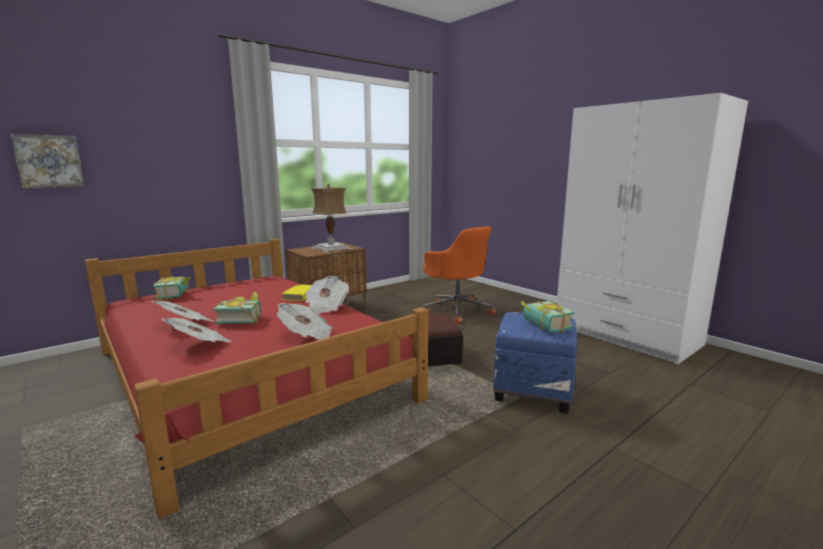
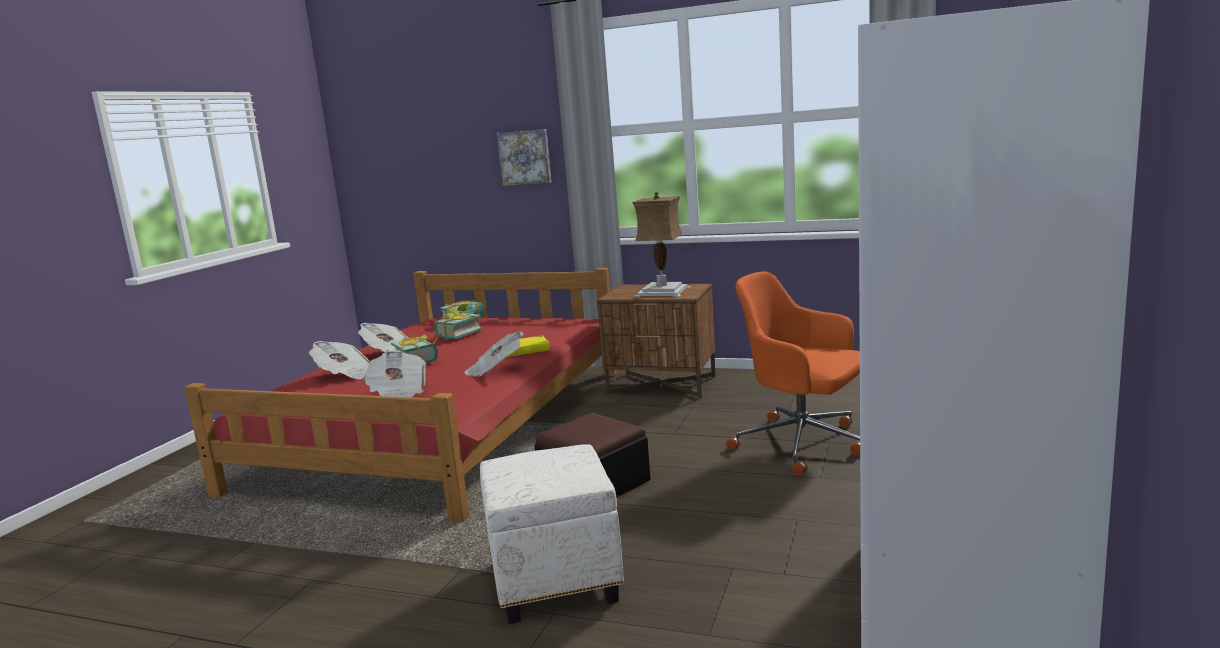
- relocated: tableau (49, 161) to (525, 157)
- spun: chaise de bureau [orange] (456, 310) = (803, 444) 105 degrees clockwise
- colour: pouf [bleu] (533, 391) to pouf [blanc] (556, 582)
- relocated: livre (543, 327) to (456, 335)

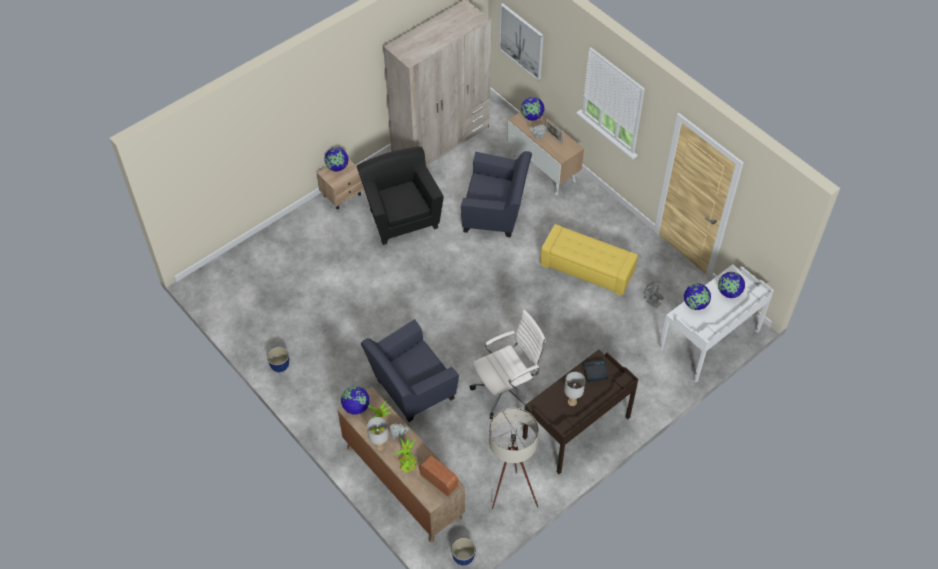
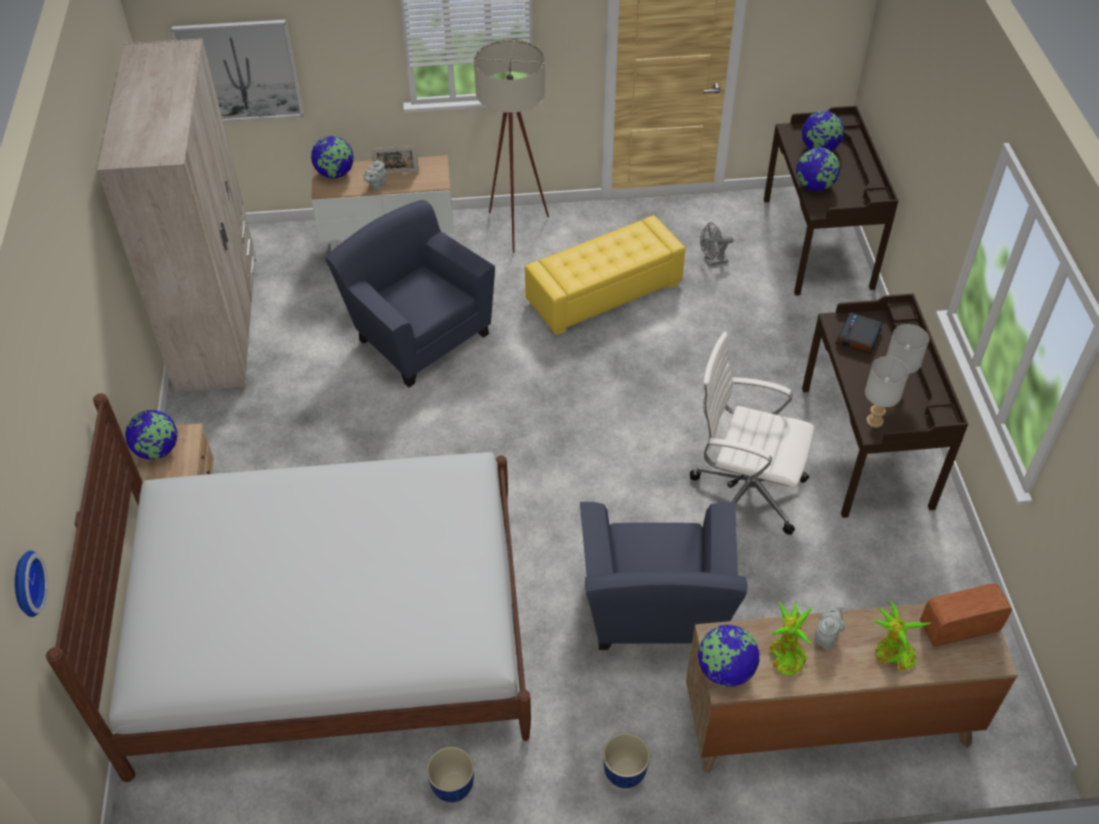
- missing: fauteuil [noir] (401, 216)
- relocated: lampe de table [gris] (380, 447) to (875, 421)
- relocated: cache-pot (463, 557) to (624, 772)
- spun: fauteuil [bleu] (496, 214) = (417, 334) 90 degrees counterclockwise
- spun: chaise de bureau [blanc] (507, 390) = (744, 491) 75 degrees counterclockwise
- relocated: lampadaire [beige] (510, 498) to (515, 232)
- colour: bureau [blanc] (709, 340) to bureau [marron] (818, 242)
- appeared: horloge murale (24, 584)
- appeared: lit [blanc] (331, 631)

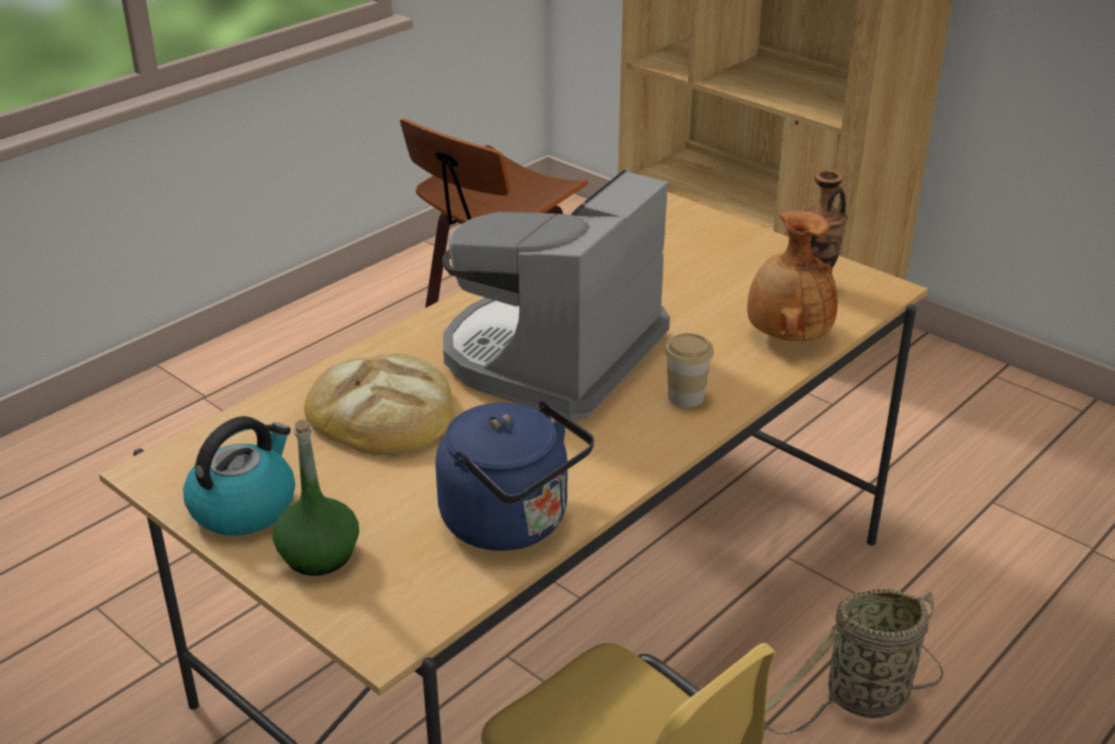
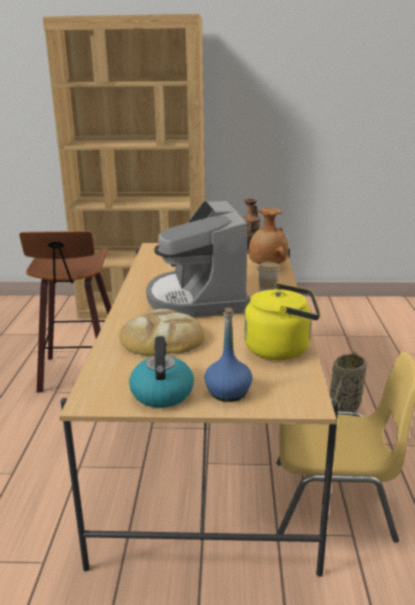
- colour: bouteille [vert] (319, 555) to bouteille [bleu] (228, 392)
- colour: bouilloire [bleu] (512, 523) to bouilloire [jaune] (281, 349)

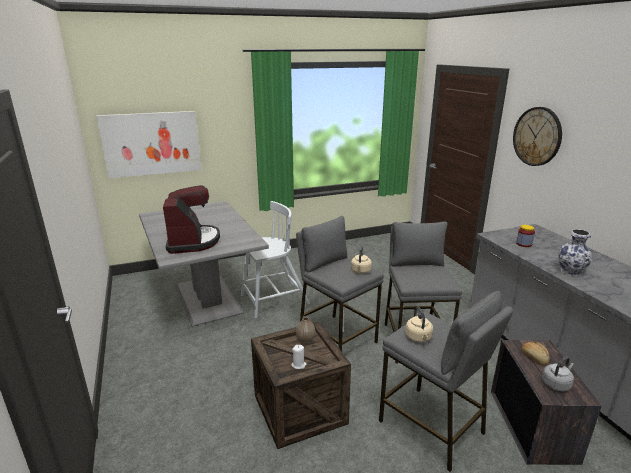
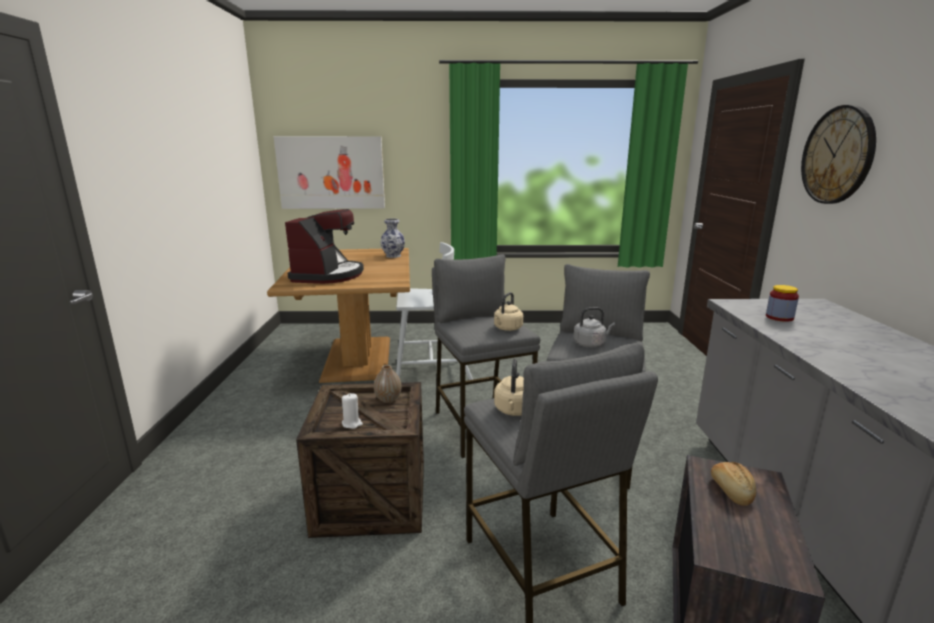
- colour: table à manger [gris] (206, 299) to table à manger [marron] (356, 358)
- relocated: bouilloire [gris] (556, 384) to (591, 344)
- relocated: vase (571, 272) to (393, 256)

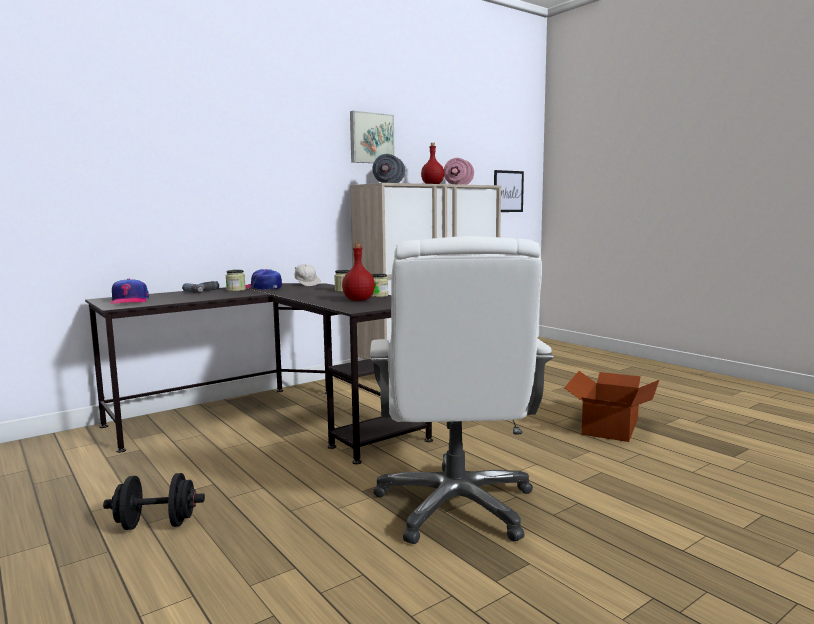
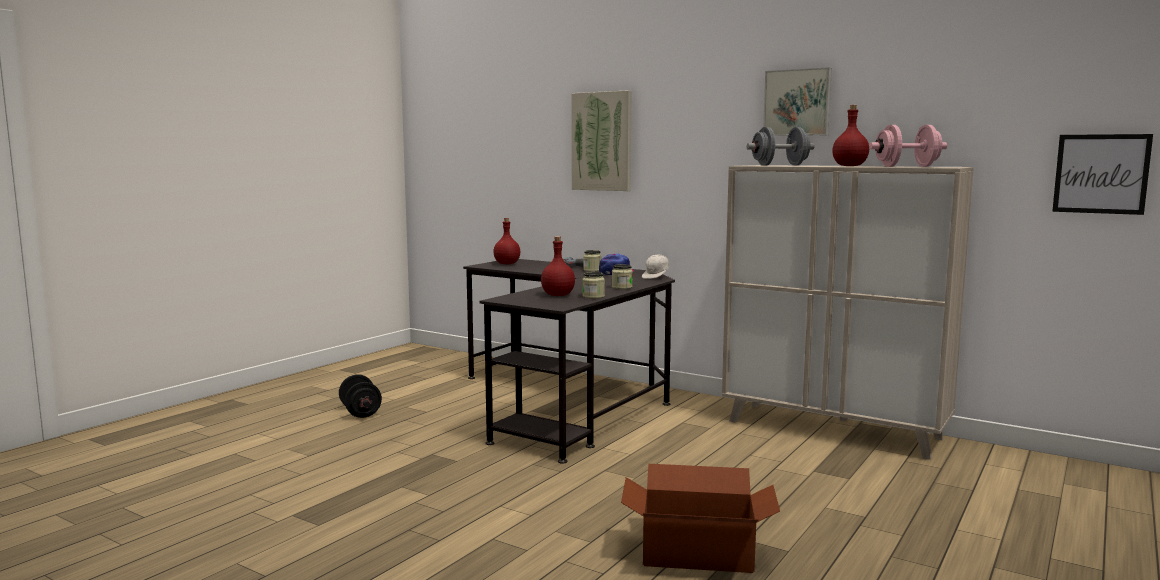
- exchanged: casquette (129, 301) to bouteille [rouge] (507, 264)
- missing: chaise de bureau [blanc] (456, 506)
- appeared: tableau (602, 141)

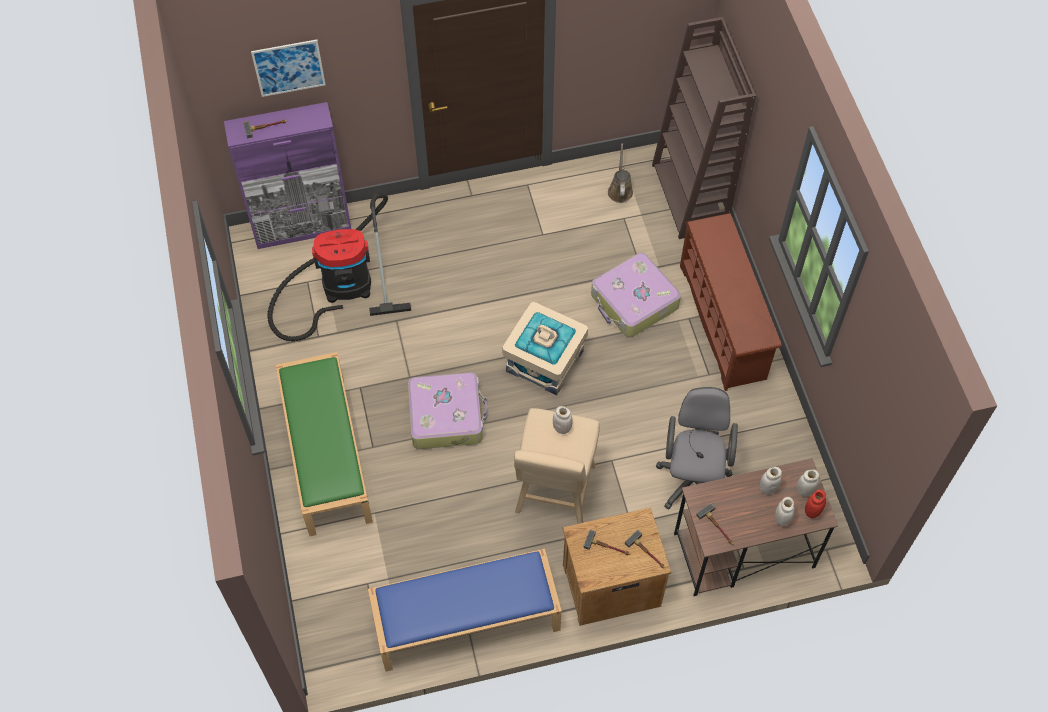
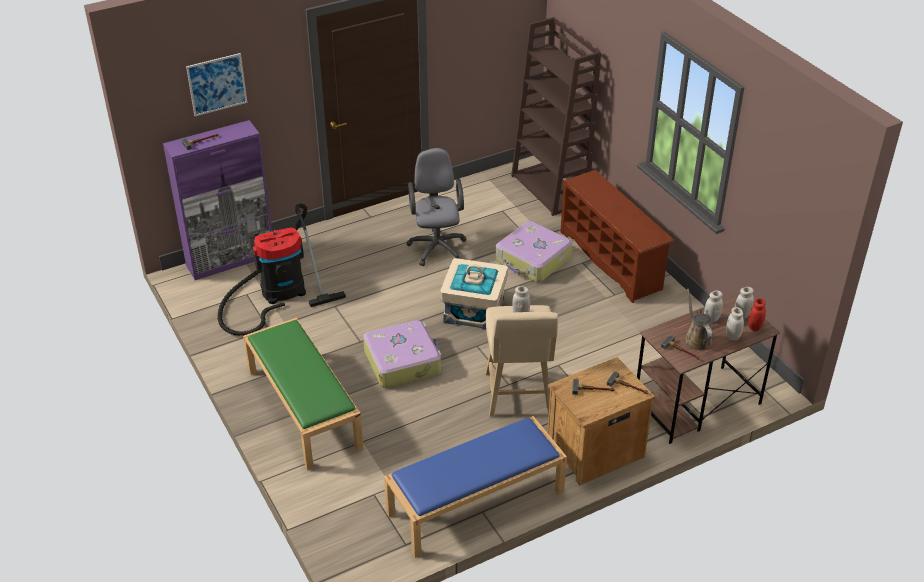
- relocated: arrosoir [marron] (620, 190) to (696, 339)
- relocated: chaise de bureau [gris] (693, 477) to (437, 246)

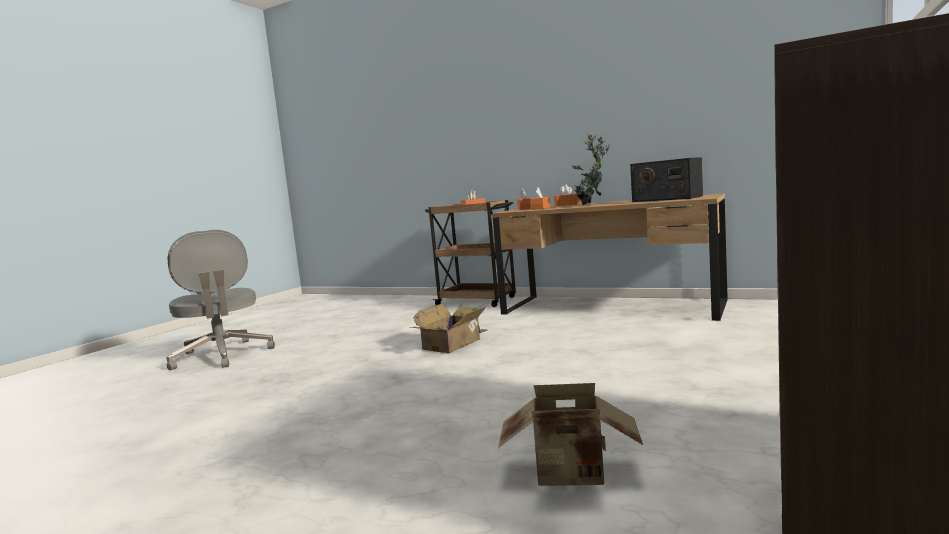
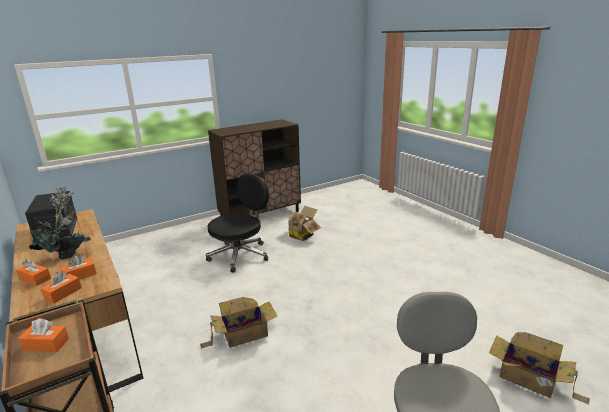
- appeared: chaise de bureau [noir] (240, 255)
- appeared: carton (530, 378)

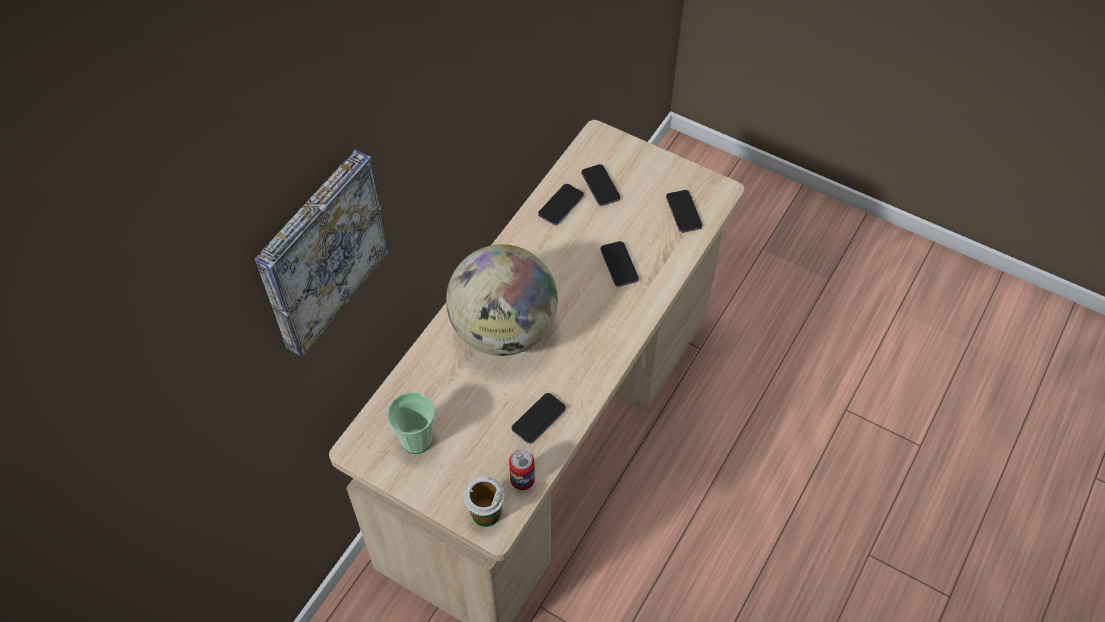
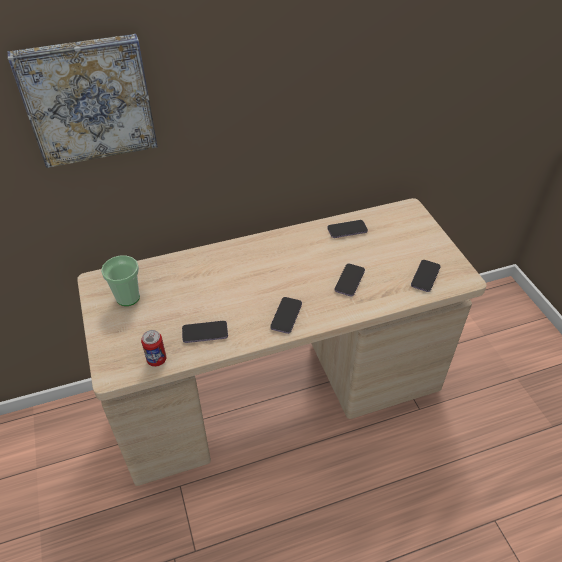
- missing: globe (504, 330)
- missing: tasse (486, 513)
- relocated: téléphone (600, 186) to (286, 316)

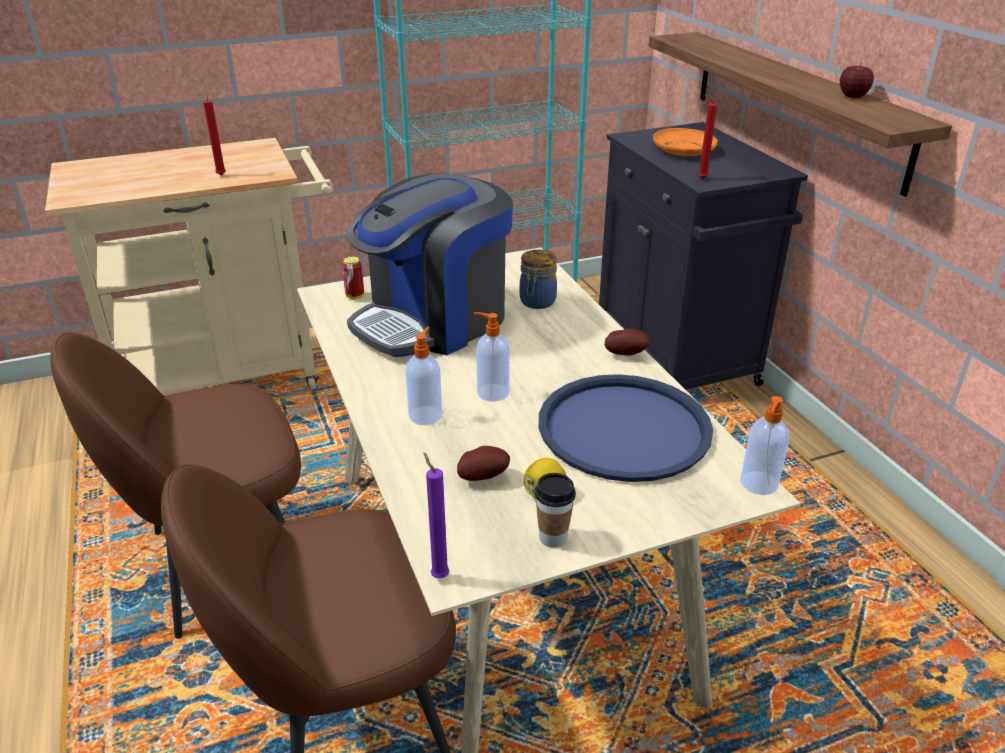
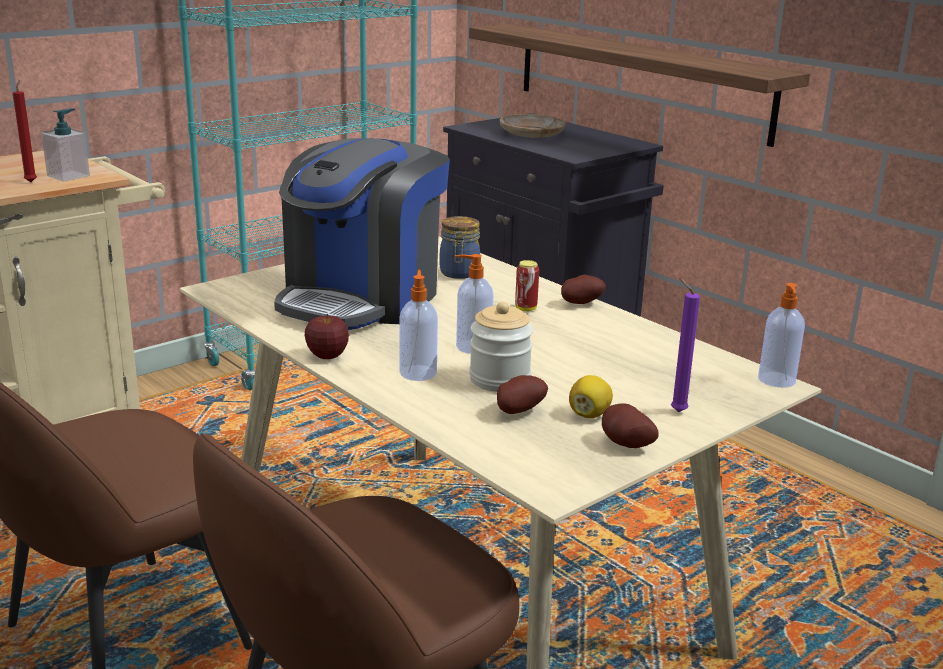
- relocated: boîte métallique (355, 296) to (526, 308)
- relocated: bougie [violet] (438, 575) to (676, 411)
- exchanged: tasse (553, 537) to pomme de terre (624, 445)
- missing: plateau [bleu] (623, 428)
- colour: assiette [orange] (683, 150) to assiette [beige] (532, 134)
- missing: bougie [rouge] (700, 178)
- relocated: pomme (852, 96) to (327, 356)
- appeared: distributeur de savon (68, 176)
- appeared: bocal (499, 379)

